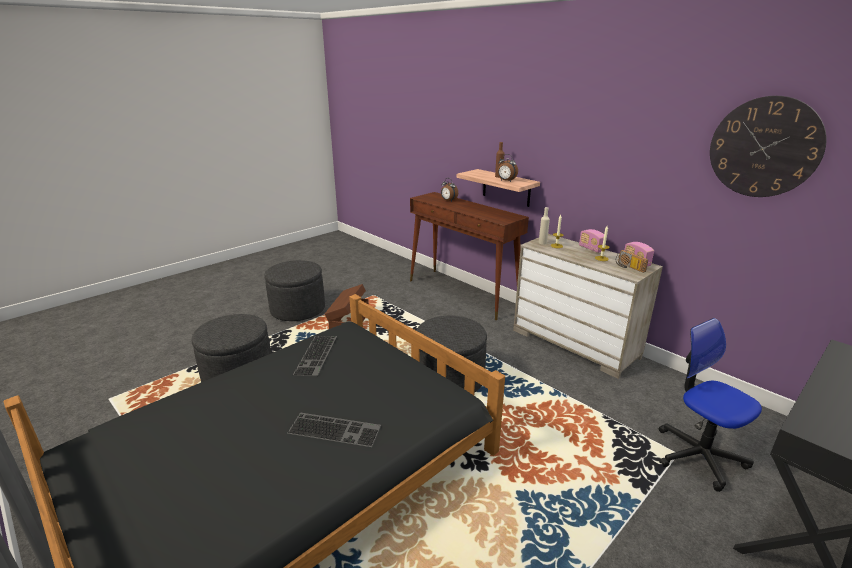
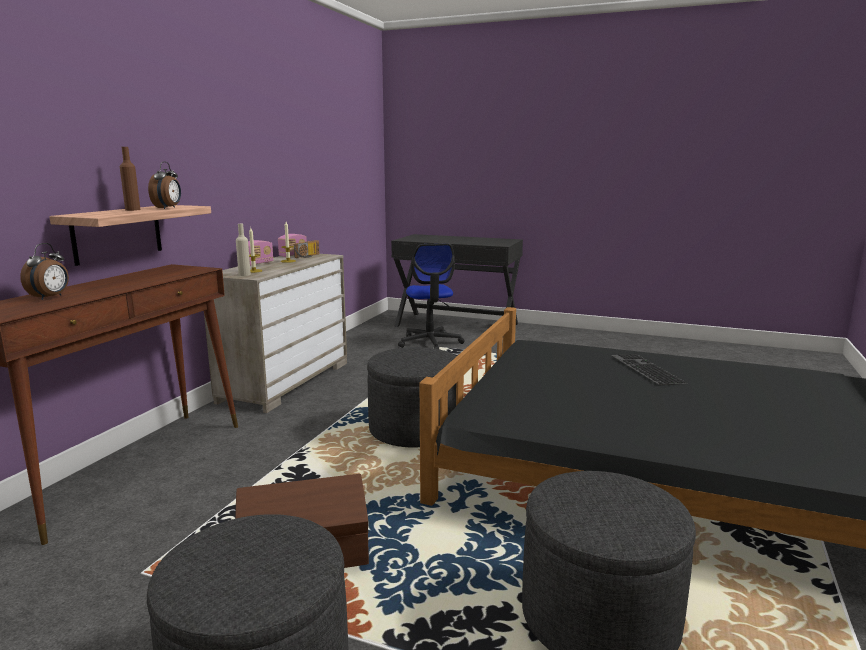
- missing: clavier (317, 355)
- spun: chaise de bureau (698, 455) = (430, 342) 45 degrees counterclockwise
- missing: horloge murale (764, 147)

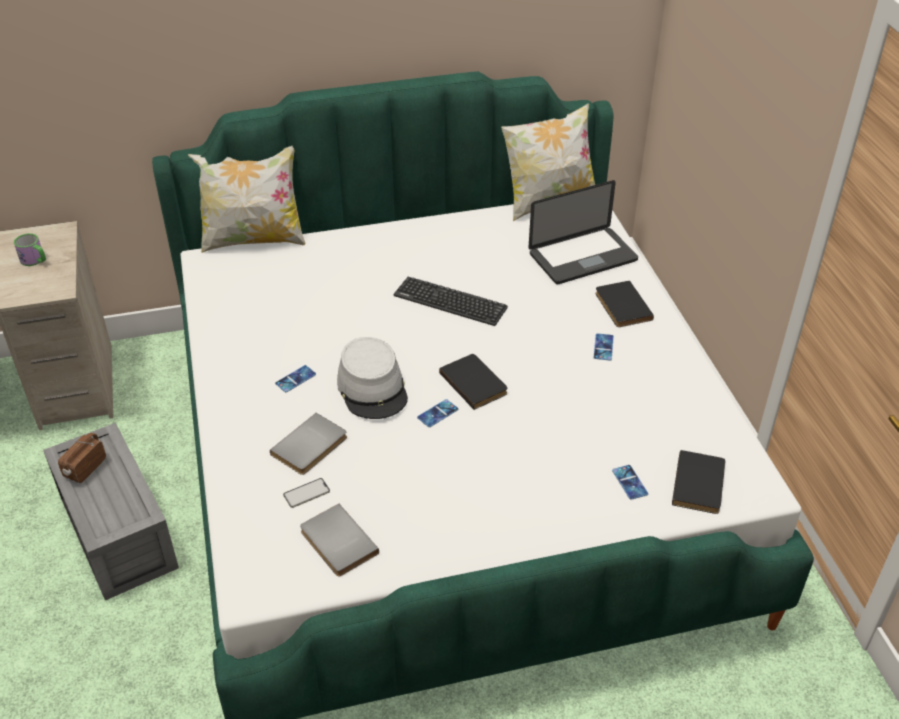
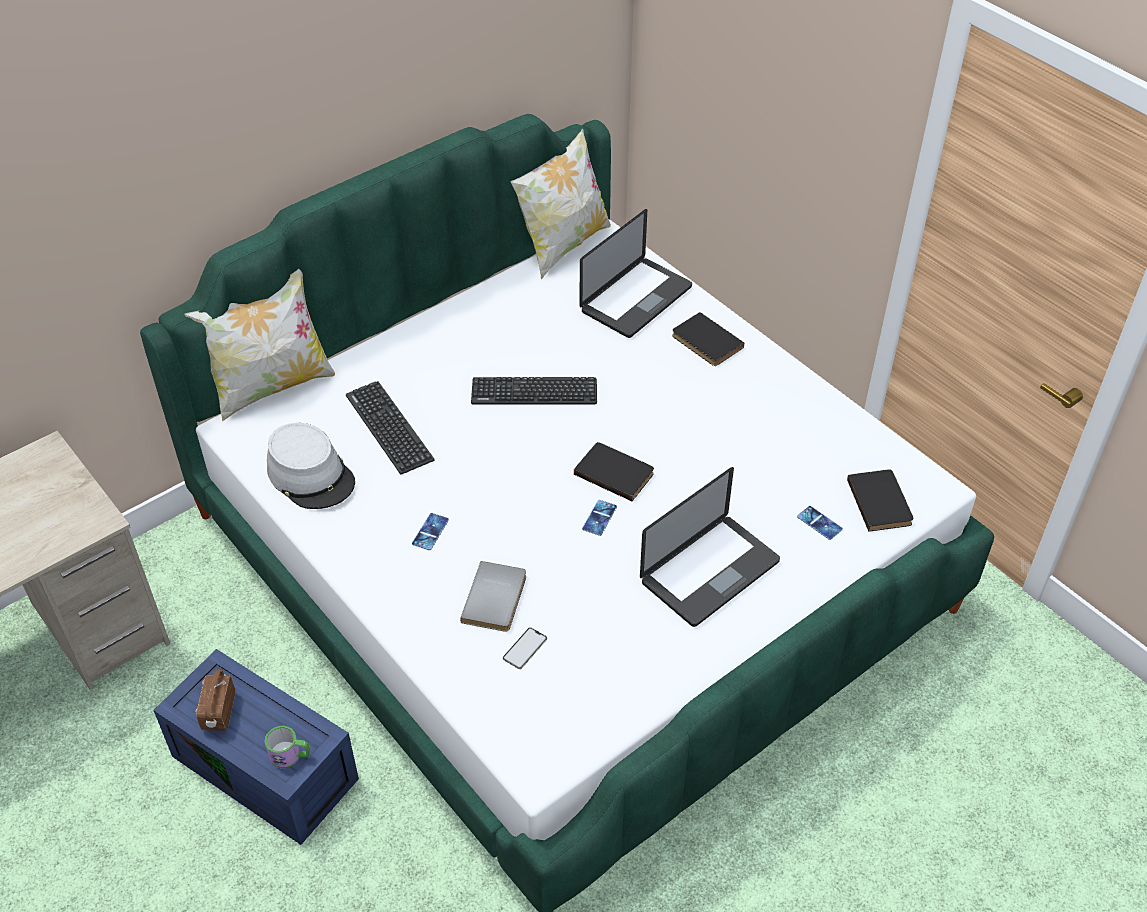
- relocated: mug (35, 260) to (290, 755)
- colour: boîte de rangement [gris] (121, 532) to boîte de rangement [bleu] (268, 767)
- missing: livre [gris] (336, 543)
- relocated: chapeau [gris] (373, 388) to (311, 475)
- missing: téléphone (603, 347)
- appeared: clavier (389, 428)
- appeared: ordinateur portable (710, 572)

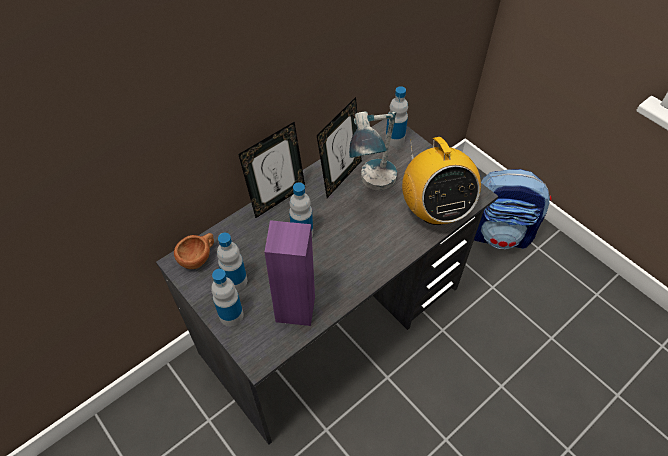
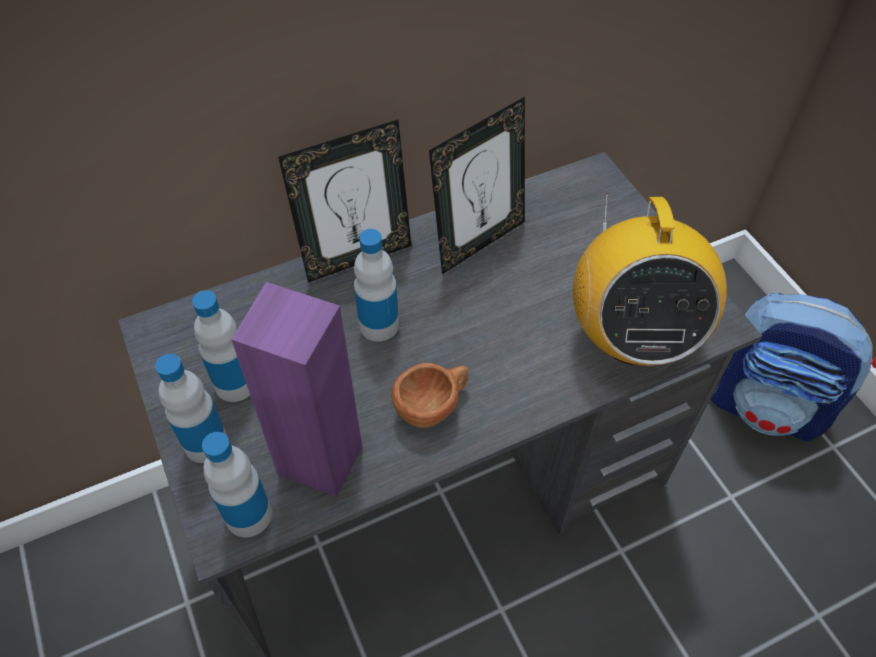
- relocated: tasse [marron] (199, 257) to (433, 405)
- missing: lampe de table (373, 188)
- relocated: bouteille (395, 139) to (248, 515)

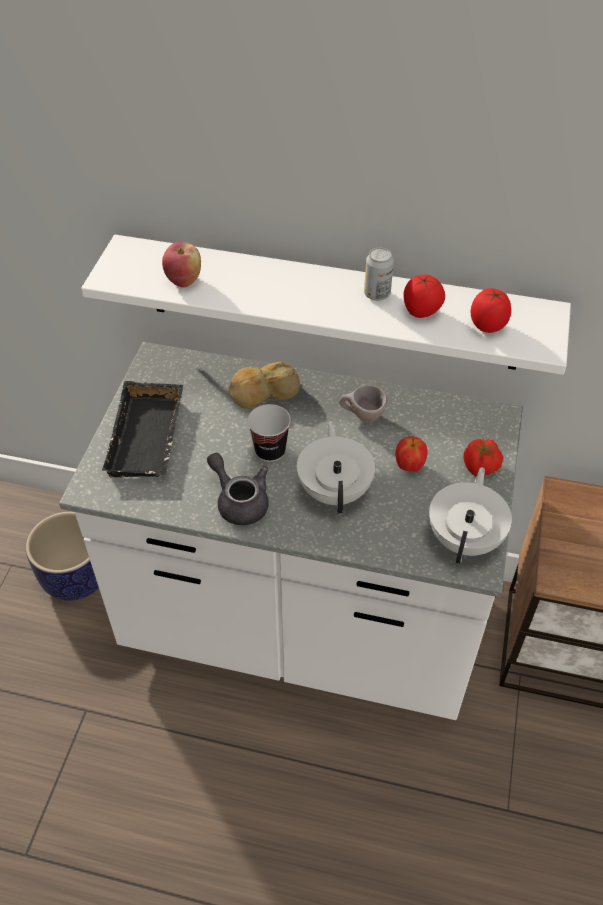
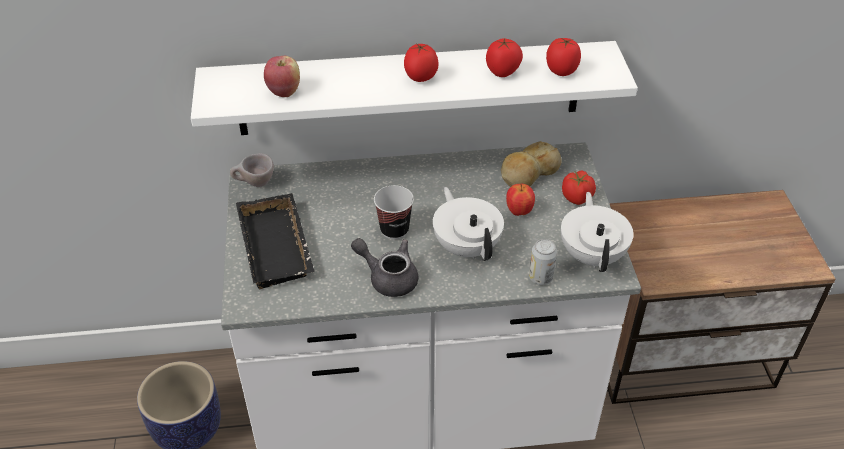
- relocated: pain (263, 392) to (528, 173)
- relocated: tasse [beige] (362, 417) to (254, 184)
- relocated: boîte métallique (377, 294) to (540, 277)
- appeared: tomate (420, 78)

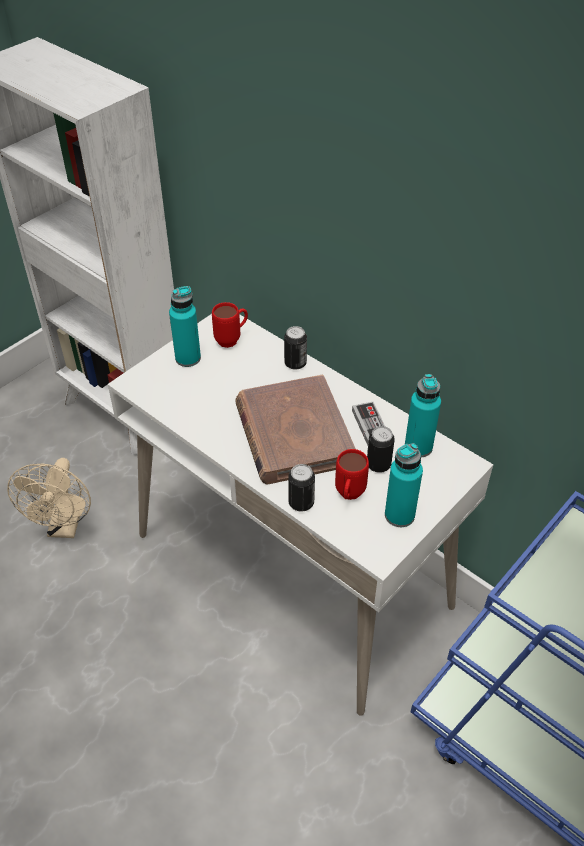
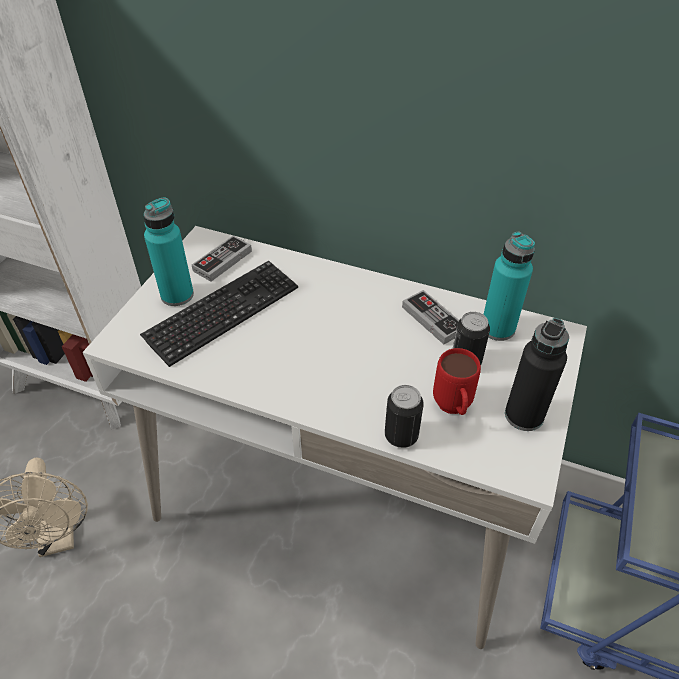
- exchanged: mug [rouge] (232, 339) to manette (222, 261)
- missing: livre [marron] (293, 433)
- missing: boîte métallique (295, 363)
- colour: bouteille [turquoise] (399, 515) to bouteille [noir] (524, 415)
- appeared: clavier (223, 313)

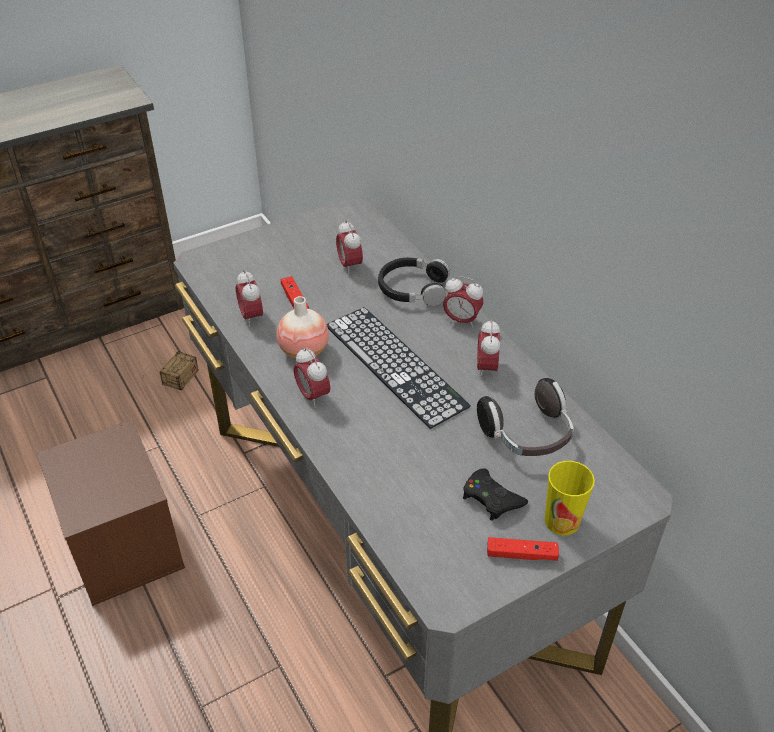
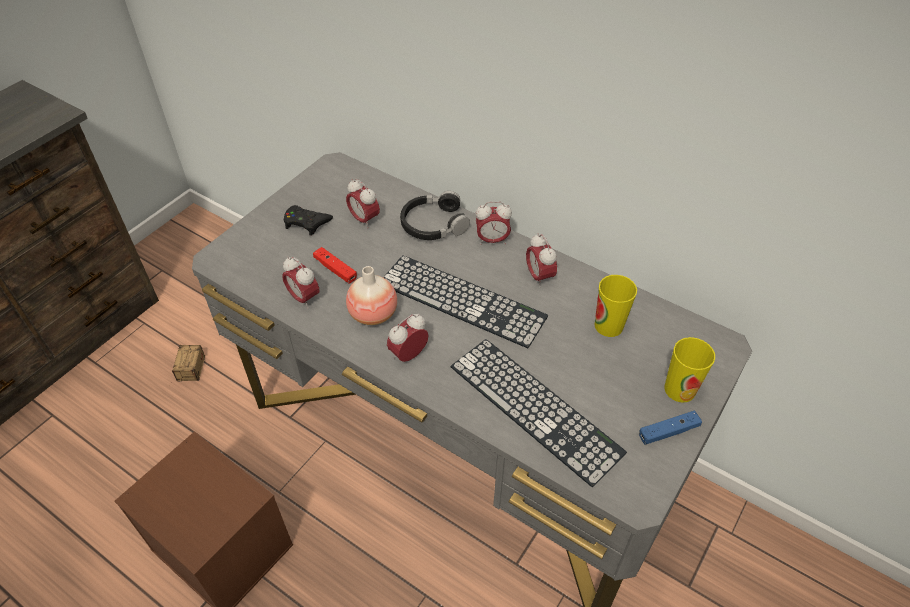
- spun: réveil (313, 396) = (408, 355) 105 degrees clockwise
- relocated: manette [noir] (491, 498) to (306, 223)
- exchanged: casque audio (527, 436) to tasse (608, 325)
- colour: manette [rouge] (521, 554) to manette [bleu] (668, 431)
- appeared: clavier (534, 408)

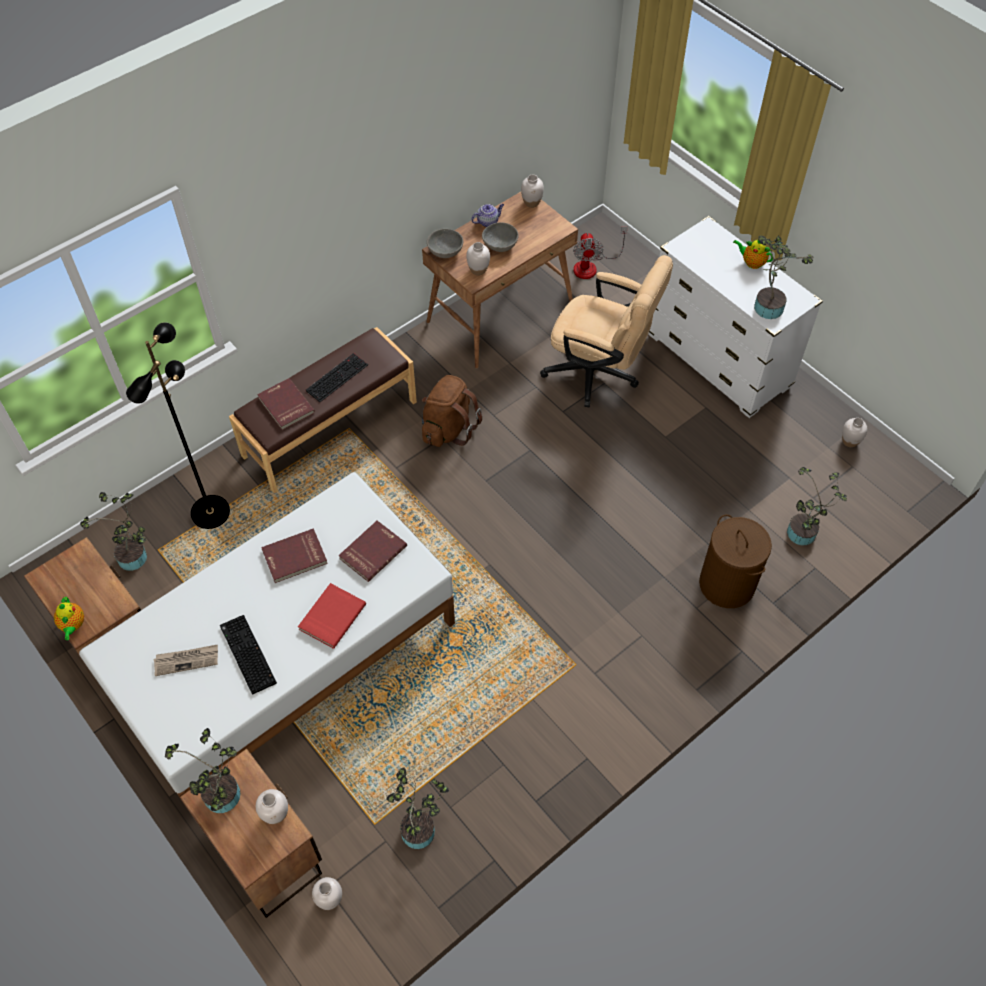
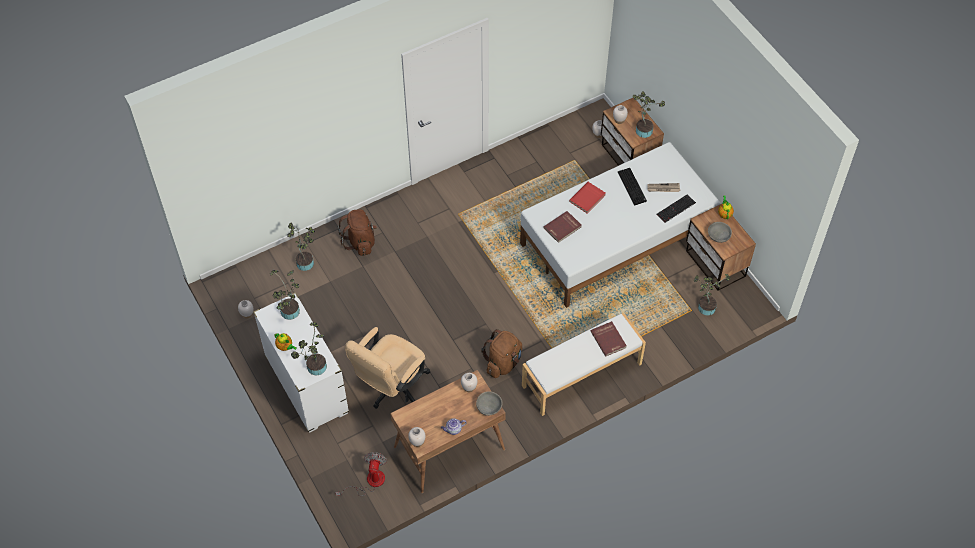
- missing: lampadaire [noir] (209, 512)
- colour: banc [marron] (329, 428) to banc [blanc] (582, 375)
- missing: livre [rouge] (295, 557)
- relocated: clavier (337, 377) to (676, 209)
- relocated: plante en pot (421, 829) to (314, 368)
- relocated: bol [gris] (499, 245) to (718, 236)
- spun: chaise de bureau [beige] (599, 374) = (391, 388) 90 degrees counterclockwise
- exchanged: panier à linge [marron] (727, 584) to sac à dos [marron] (360, 242)

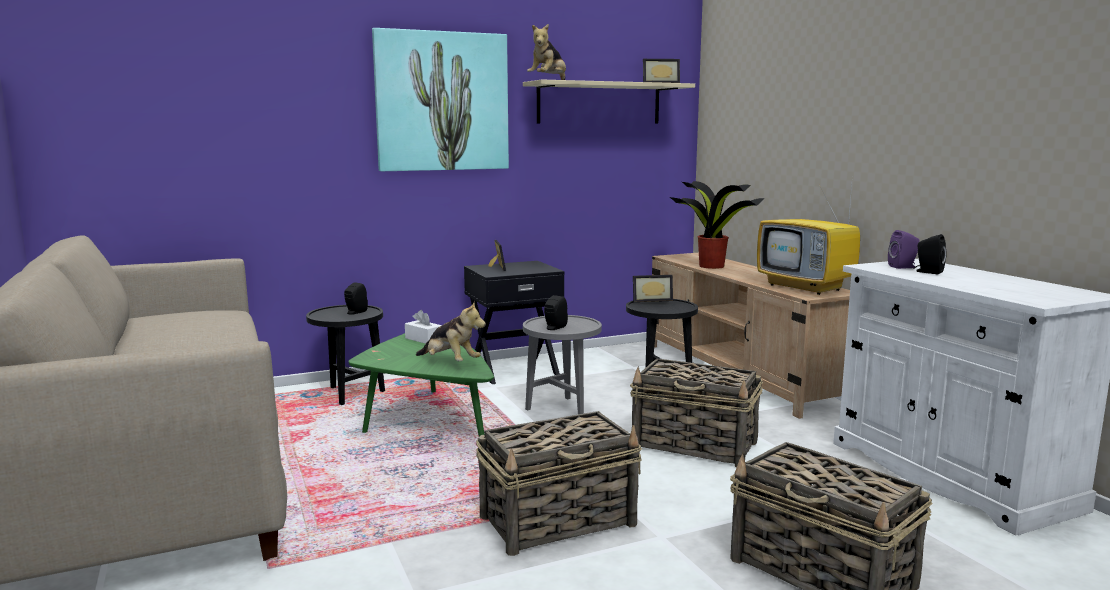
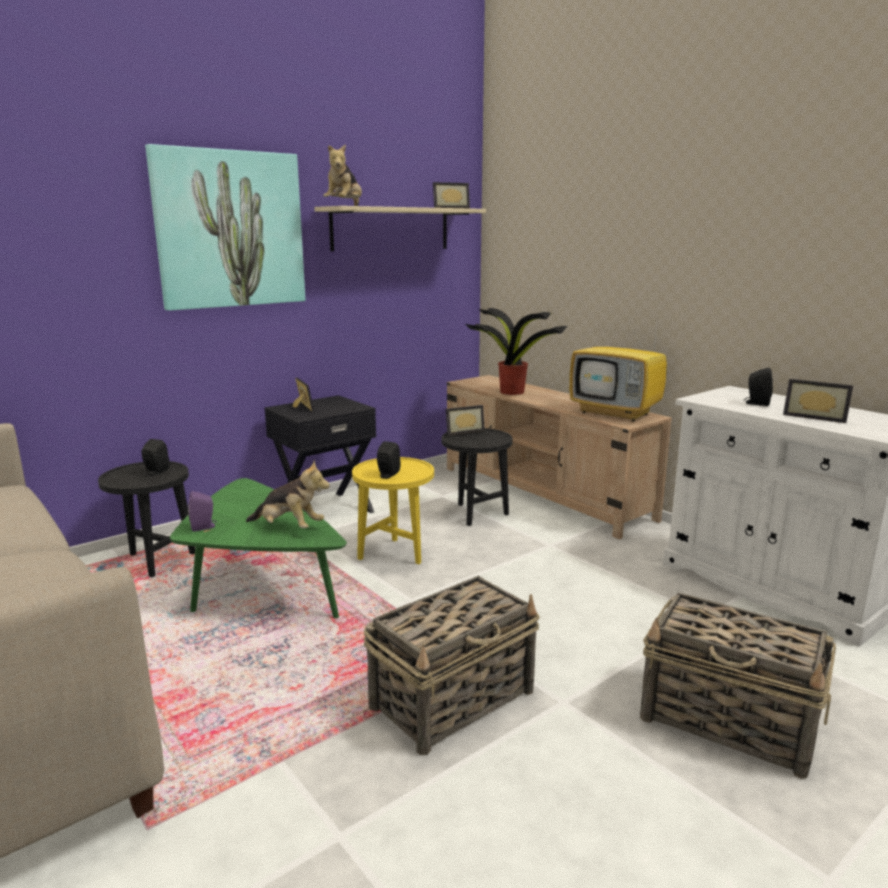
- missing: boîte à mouchoirs [blanc] (423, 339)
- colour: table d'appoint [gris] (562, 410) to table d'appoint [jaune] (395, 555)
- missing: panier (695, 445)
- relocated: enceinte [violet] (903, 267) to (204, 527)
- appeared: cadre photo (815, 417)

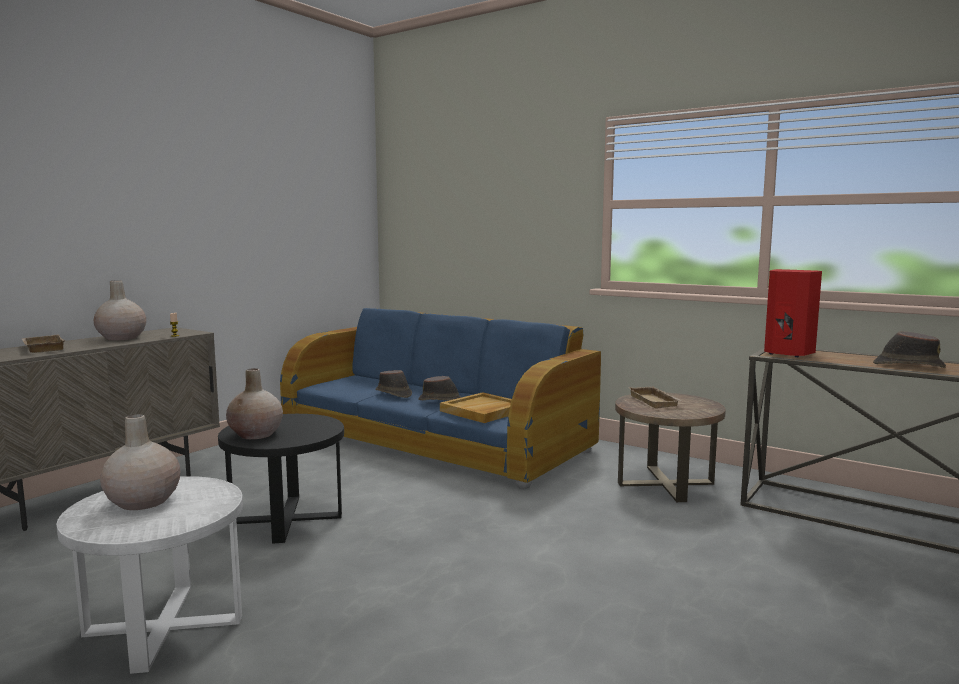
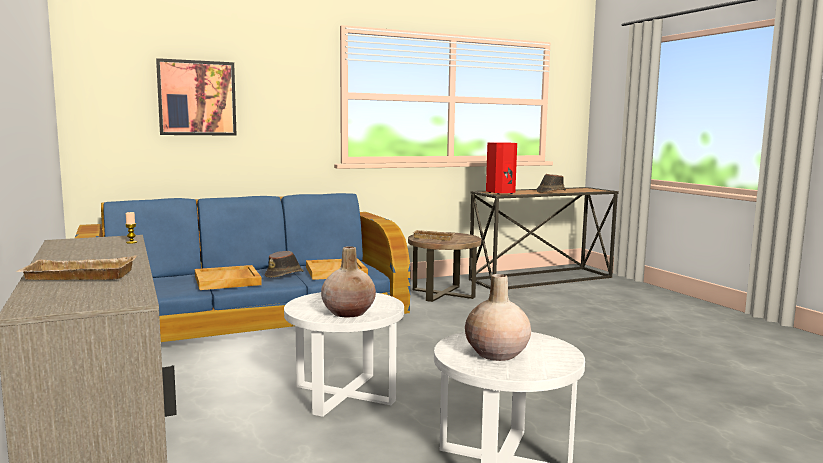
- missing: vase [beige] (121, 338)
- colour: table d'appoint [noir] (286, 519) to table d'appoint [blanc] (345, 393)
- exchanged: chapeau [marron] (393, 394) to plateau [beige] (228, 280)
- appeared: tableau (197, 98)

